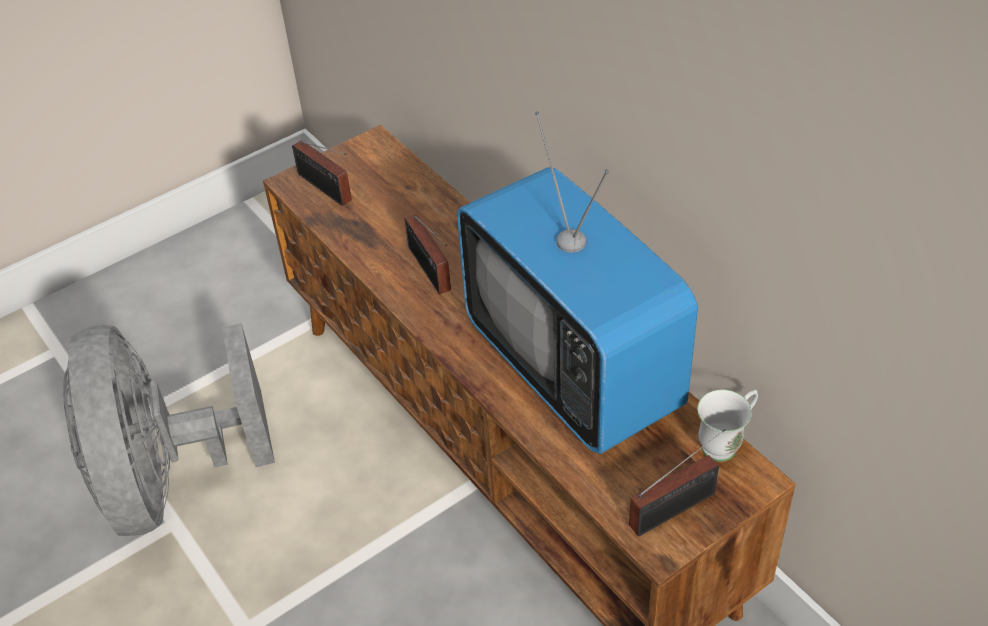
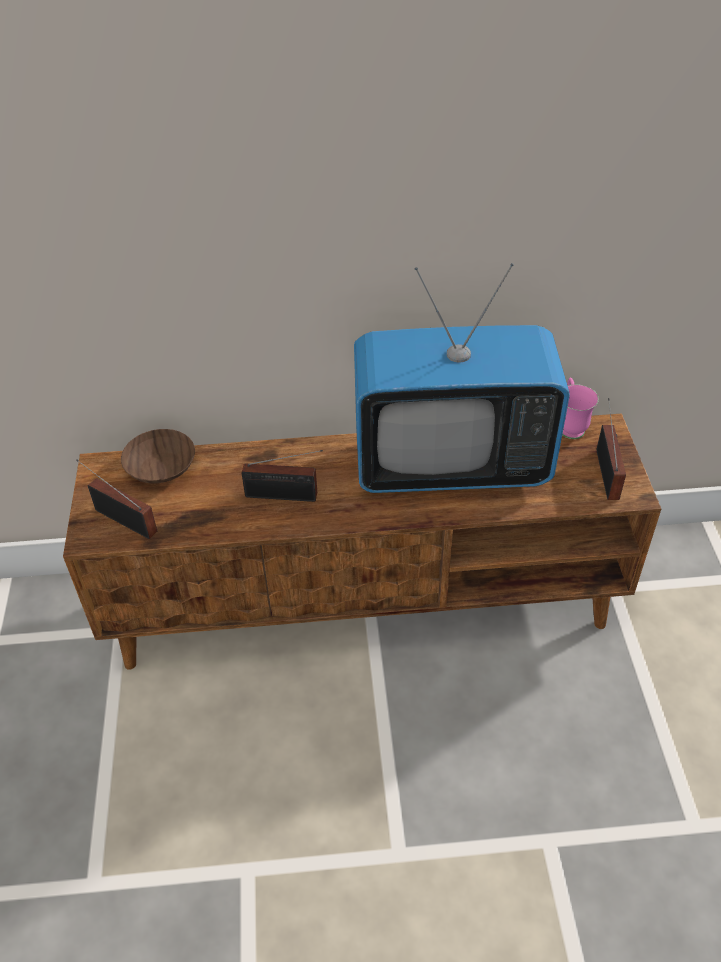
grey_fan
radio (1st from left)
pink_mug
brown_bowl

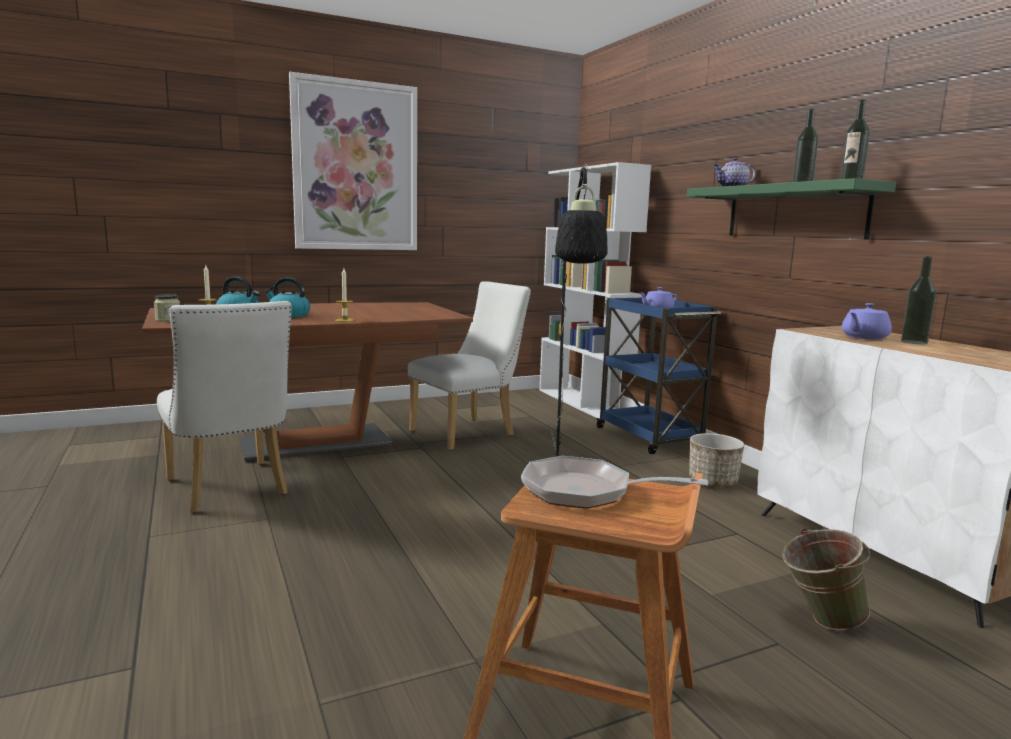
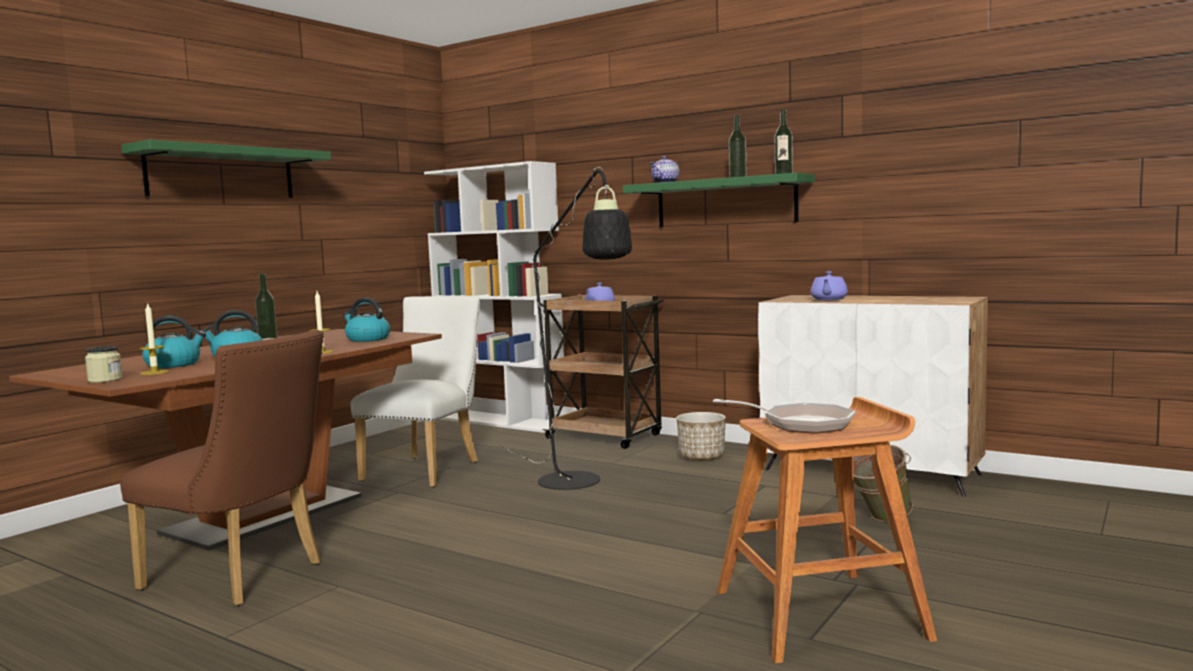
brown_chair
green_shelf (1st from left)
frying_pan
brown_cart
bottle (1st from left)
kettle (3rd from left)

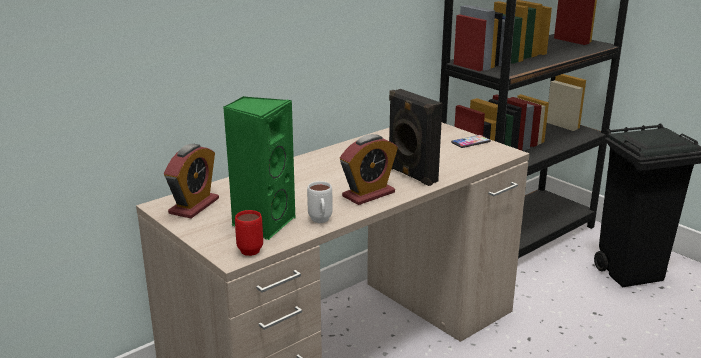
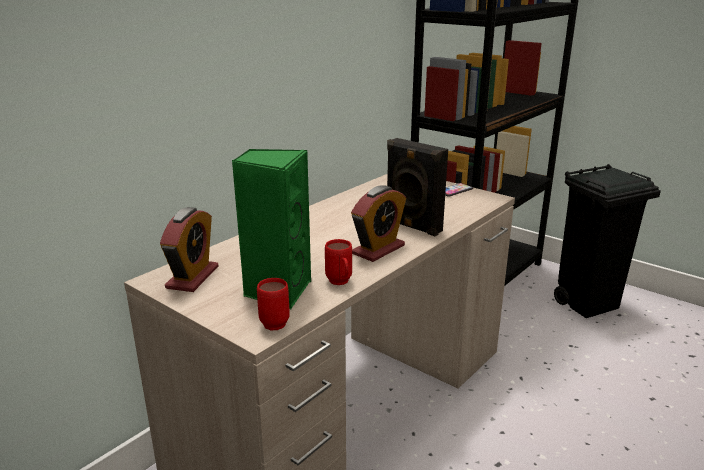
red_mug (2nd from left)

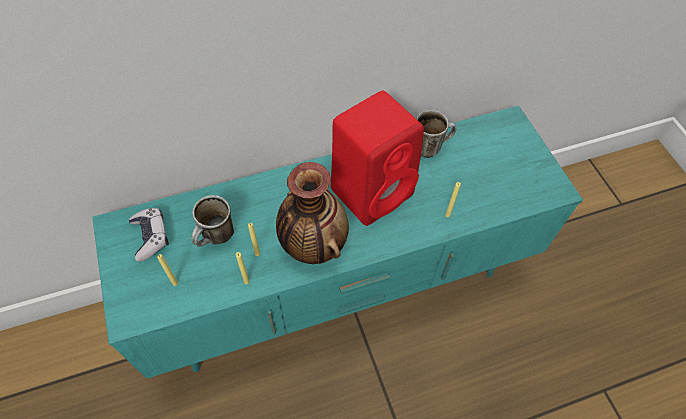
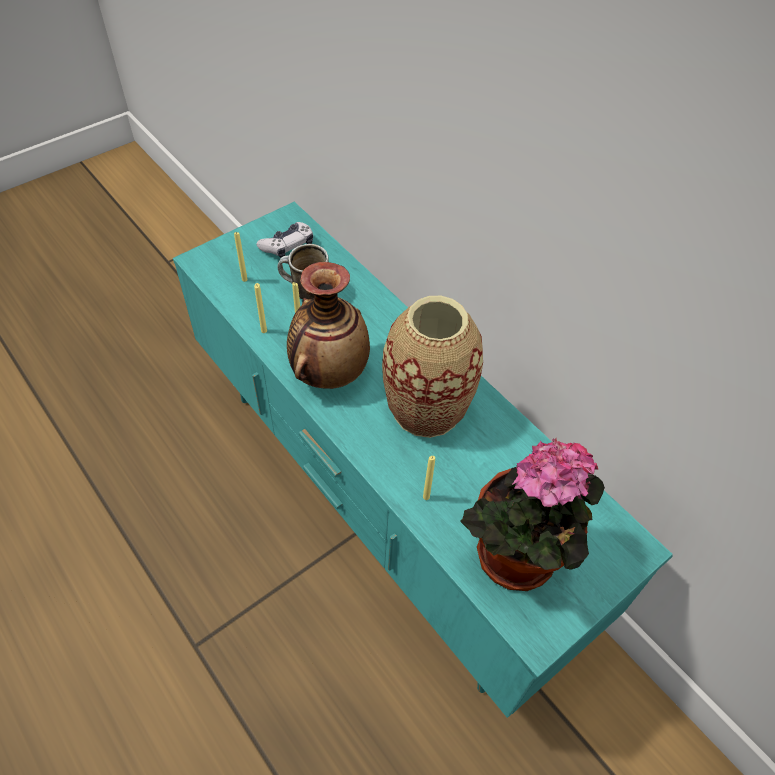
vase (2nd from left)
mug (2nd from left in the first image)
potted_plant

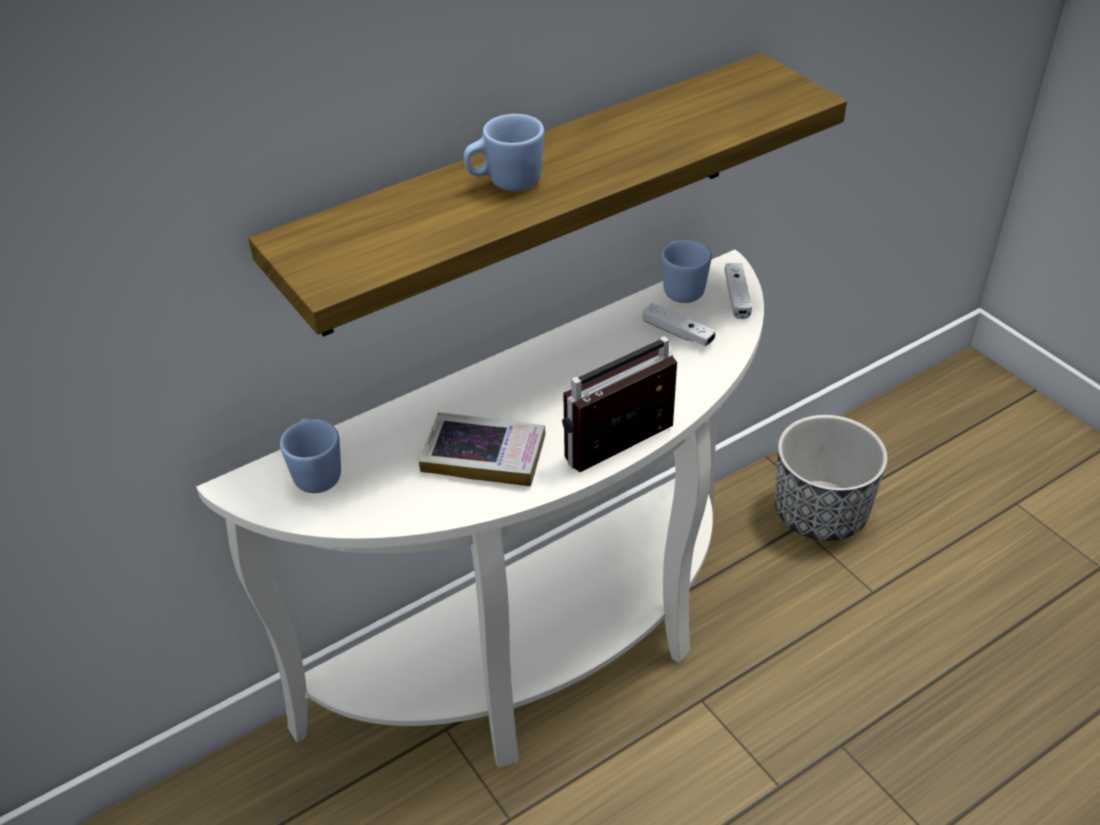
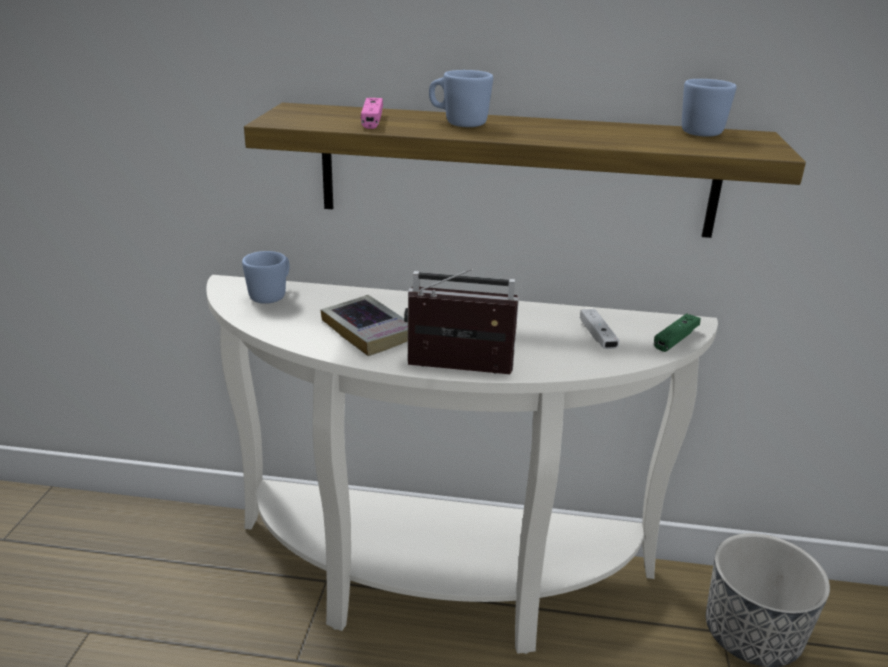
blue_mug (3rd from left)
green_game_controller
pink_game_controller

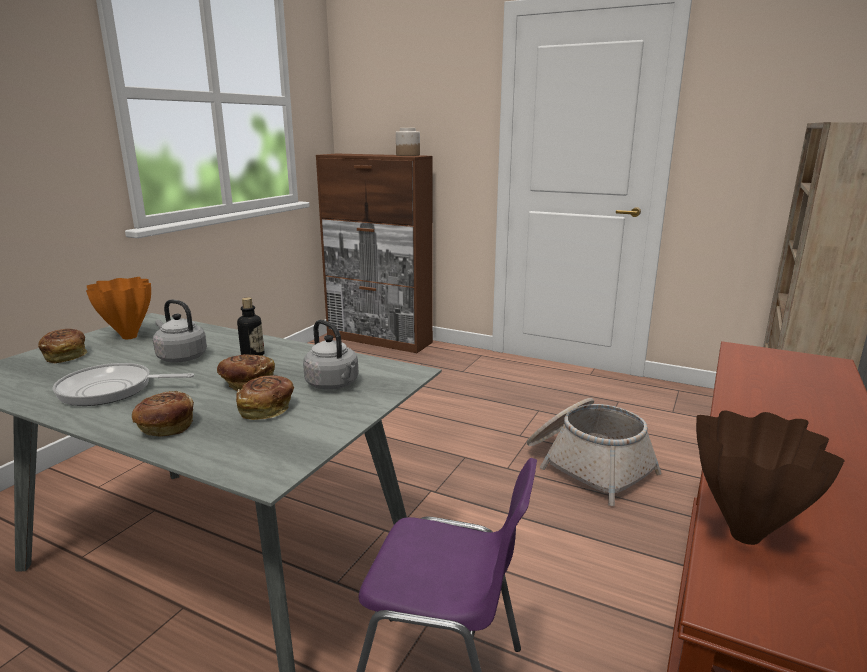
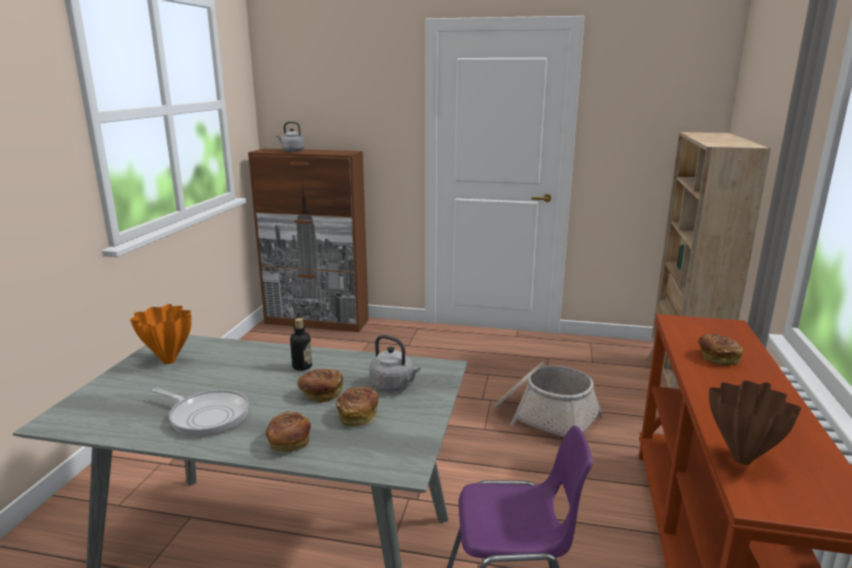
bread (4th from left)
frying_pan
grey_kettle (1st from left)
jar

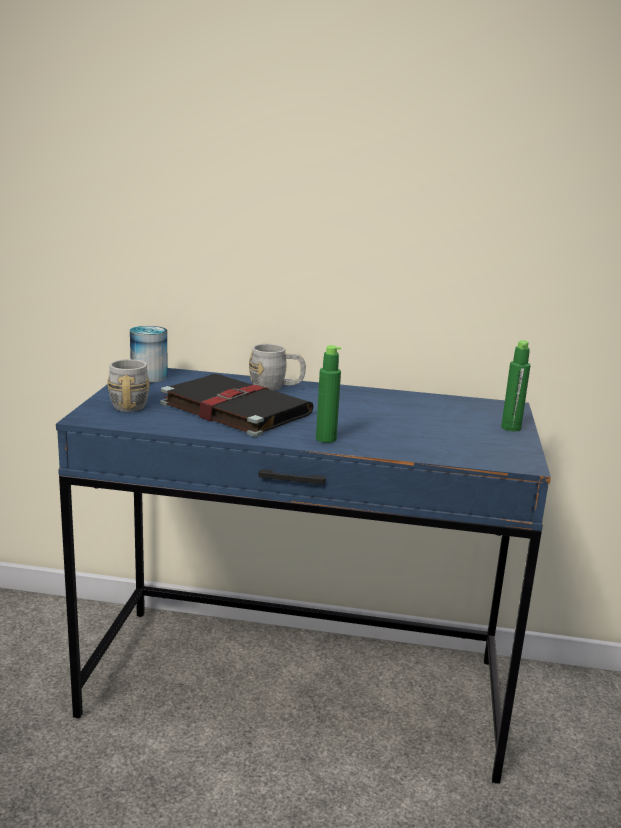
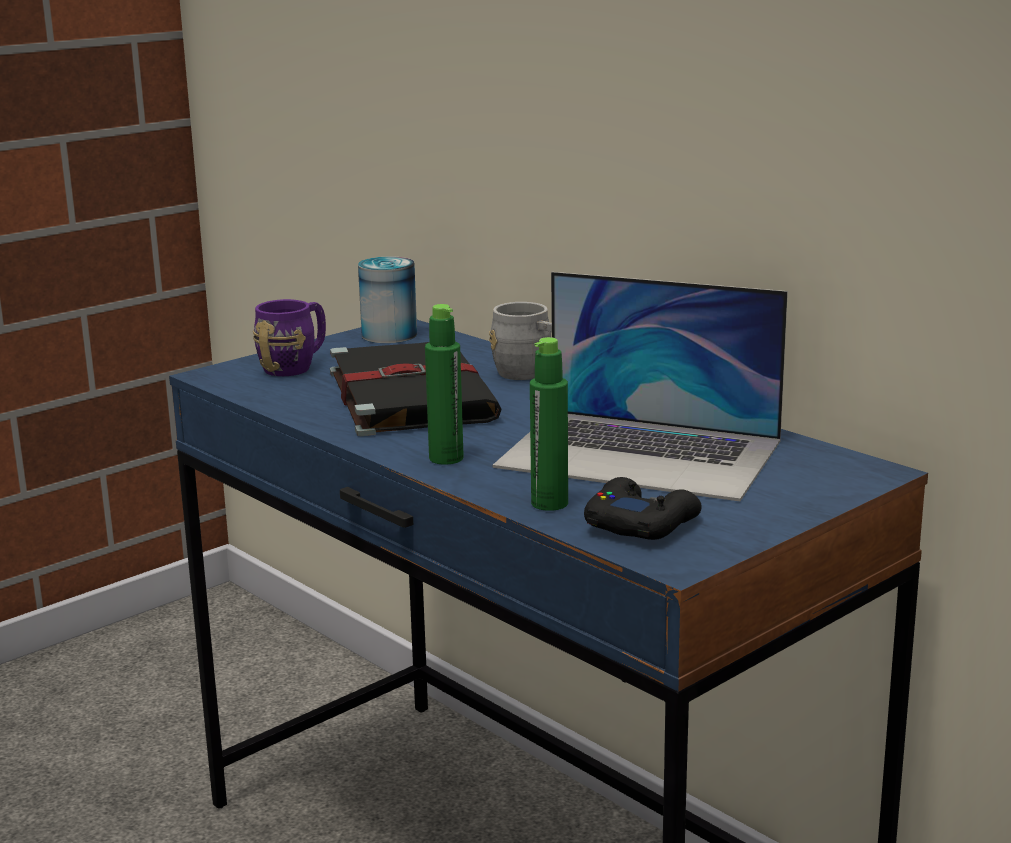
purple_mug
green_bottle (2nd from left)
laptop
black_game_controller

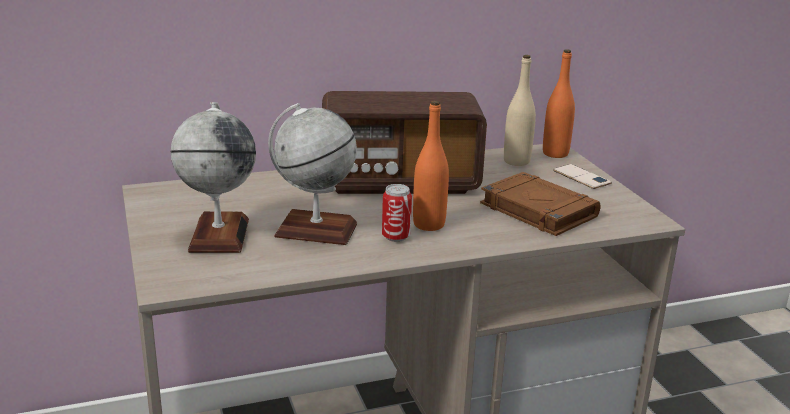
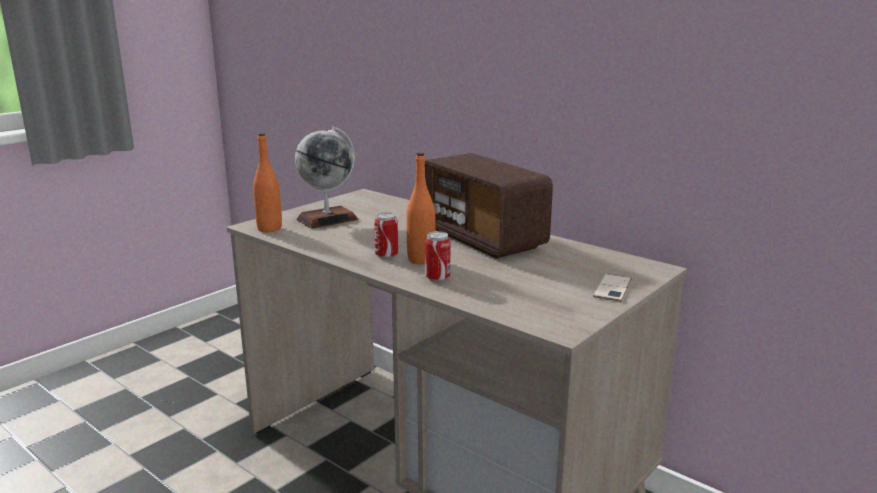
globe (2nd from left in the first image)
brown_book
beige_bottle
orange_bottle (1st from left)
can (2nd from left)

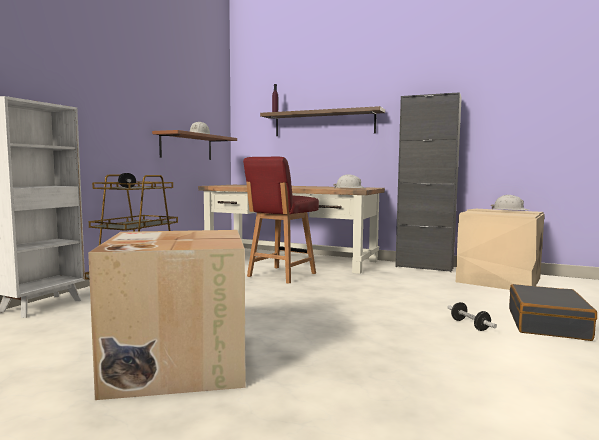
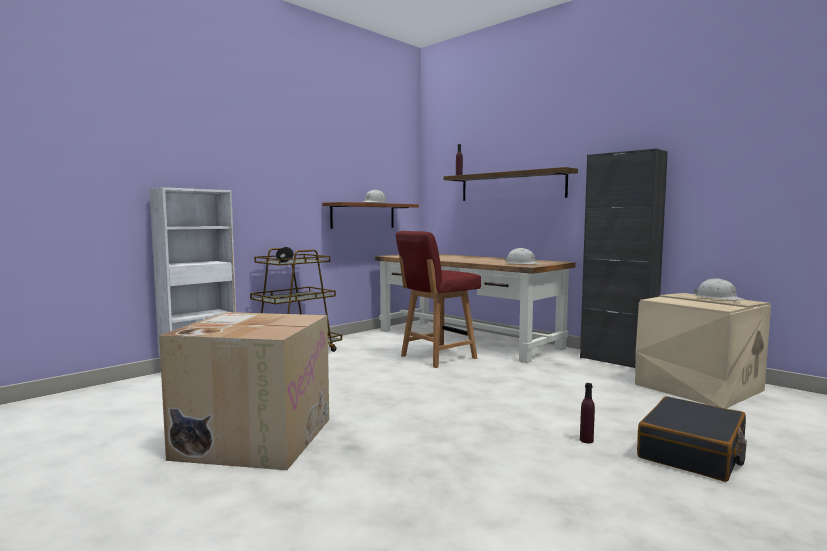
purple_bottle (2nd from left)

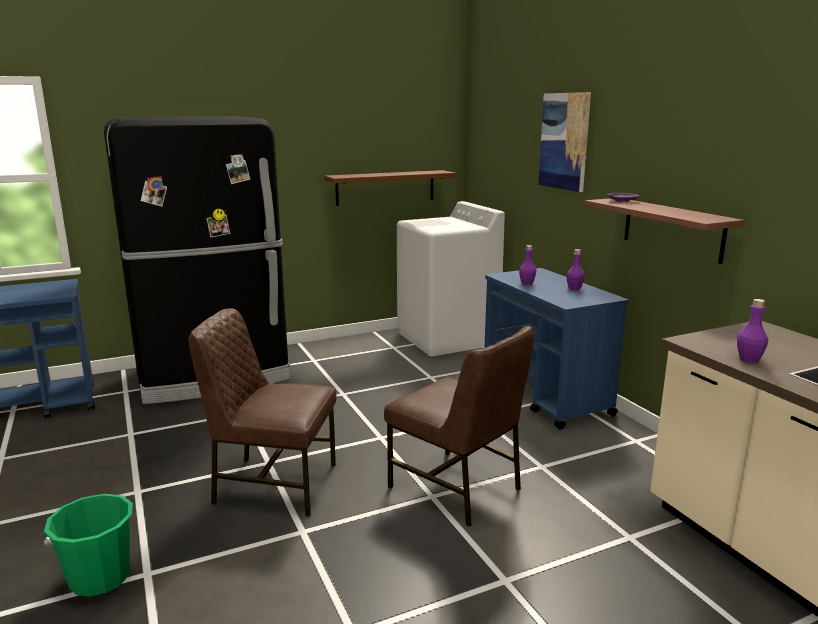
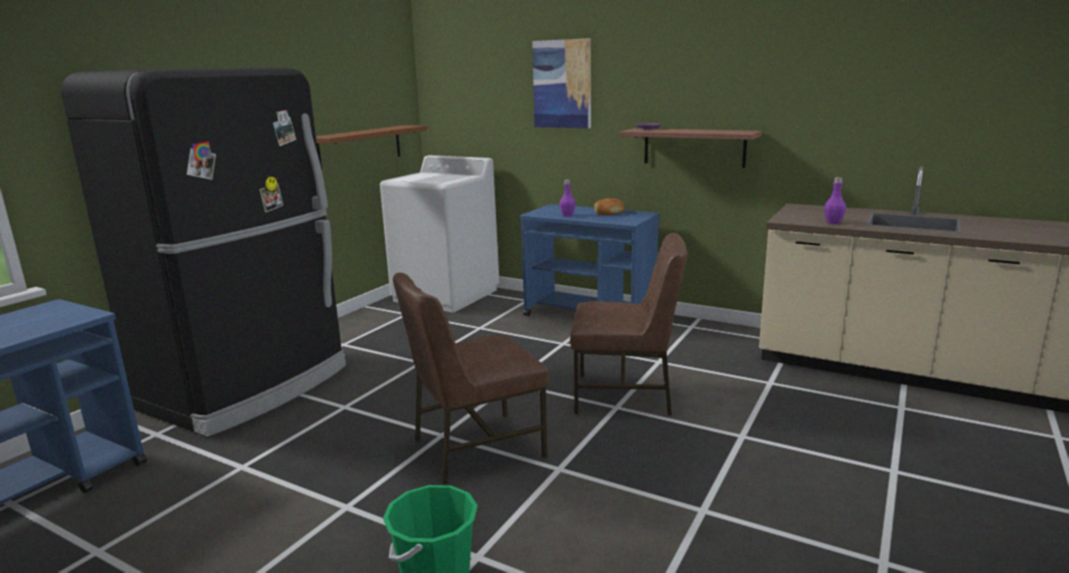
bread

